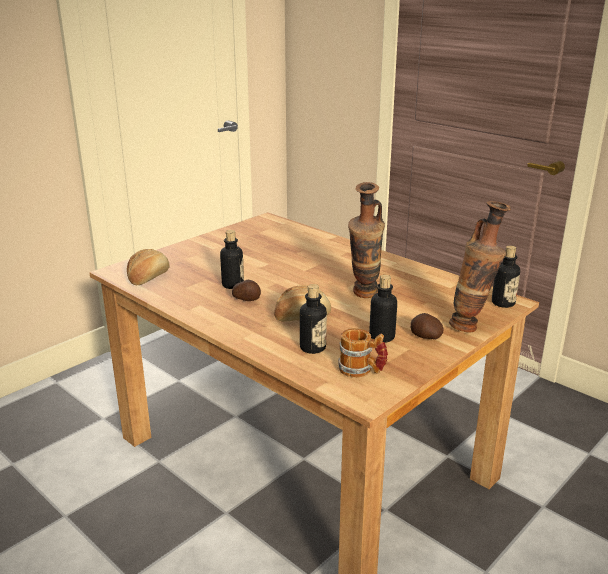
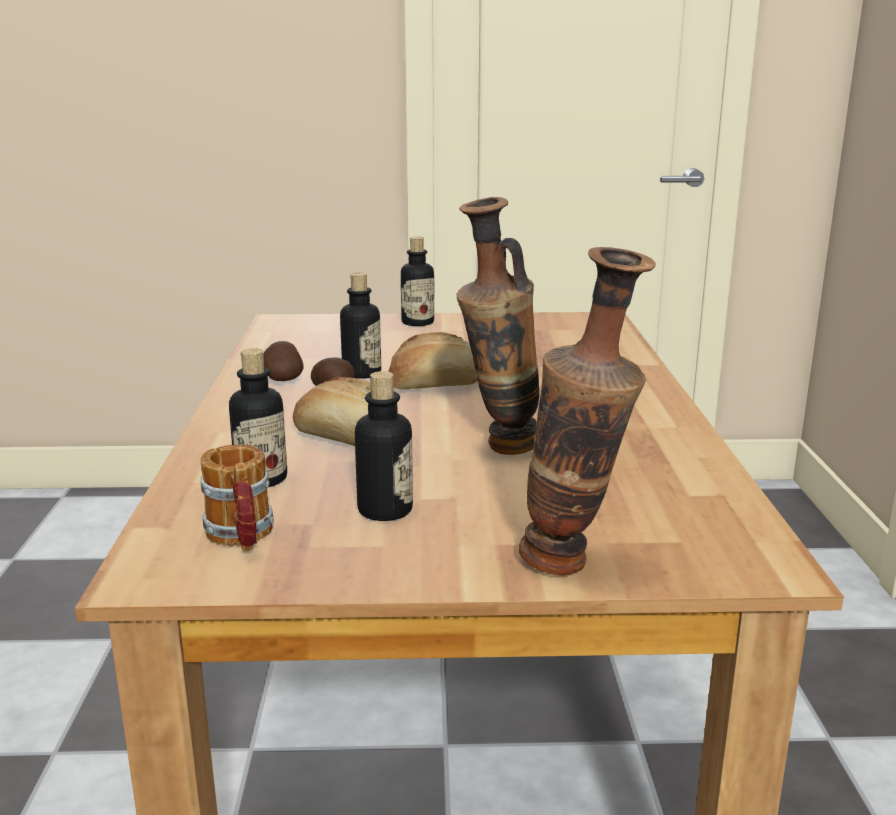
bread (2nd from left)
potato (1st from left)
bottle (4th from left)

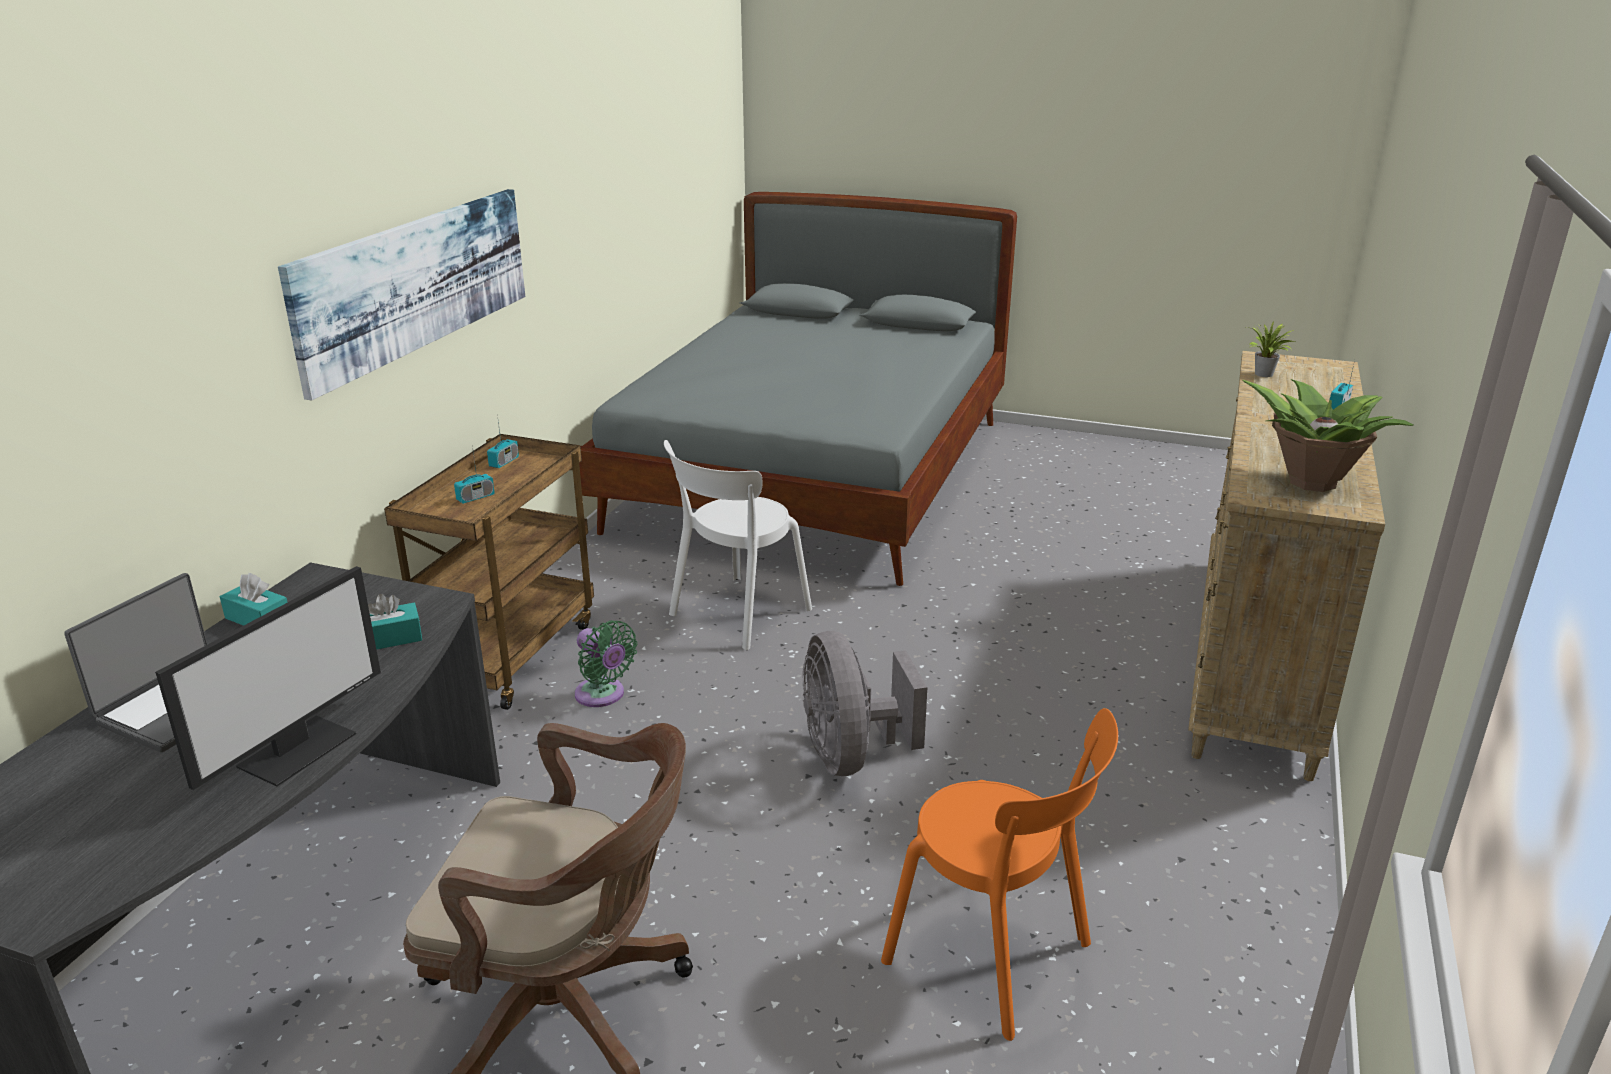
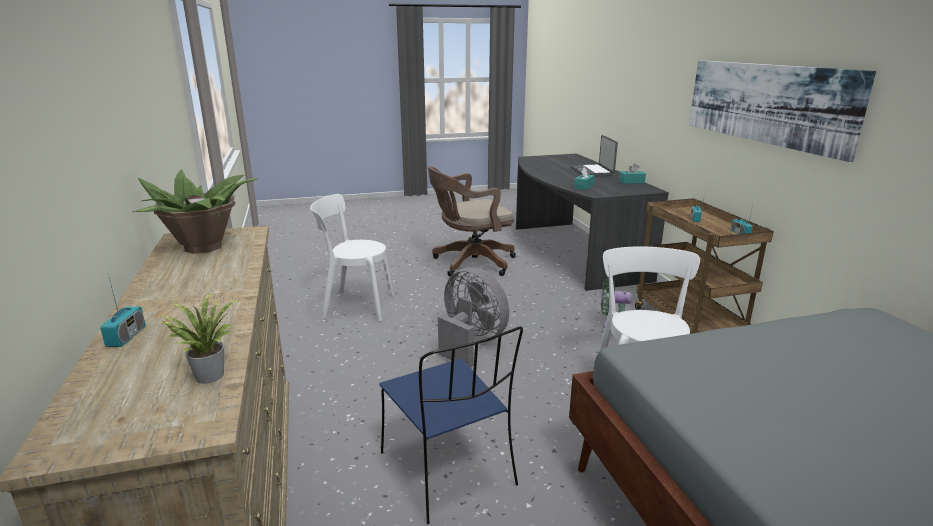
monitor
white_chair (1st from left)
blue_chair

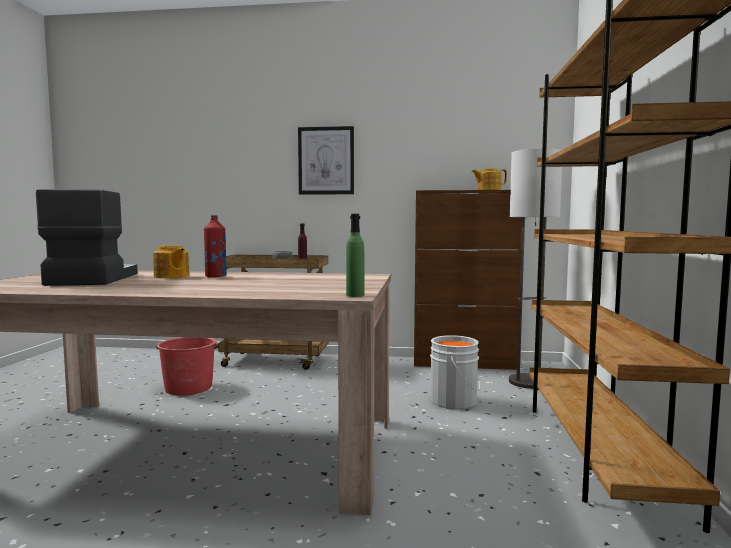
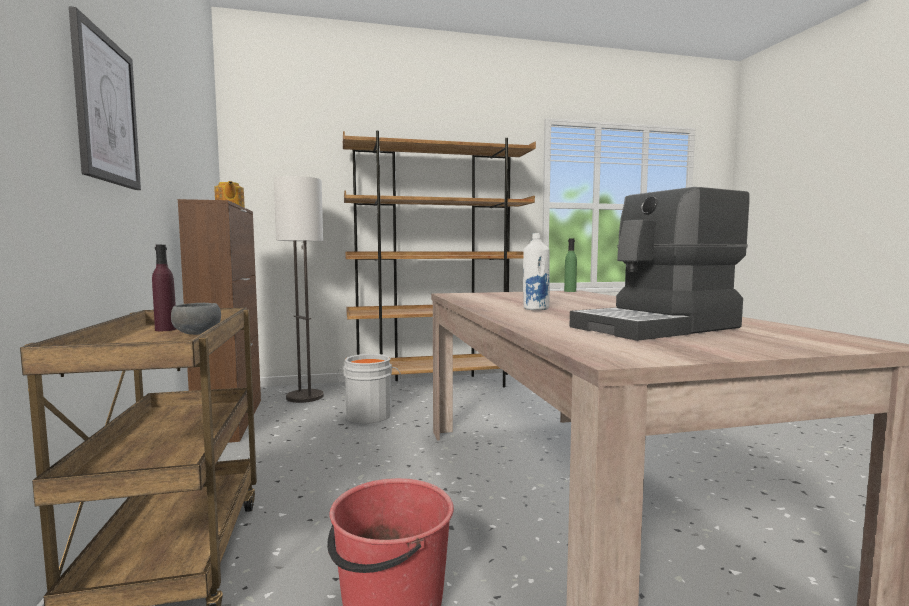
teapot (1st from left in the first image)
white_bottle

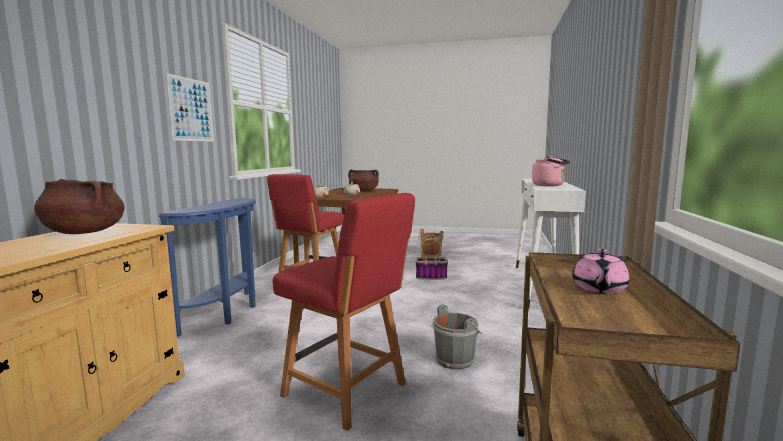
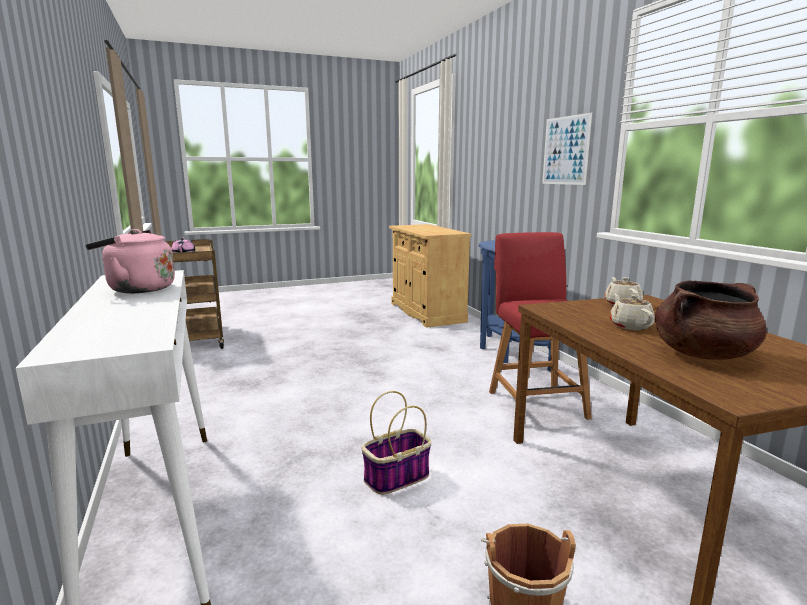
brown_cooking_pot (1st from left in the first image)
red_chair (2nd from left in the first image)
grey_bucket

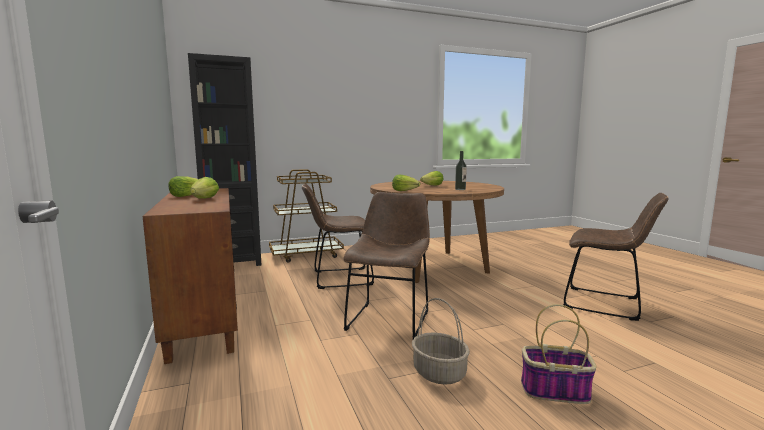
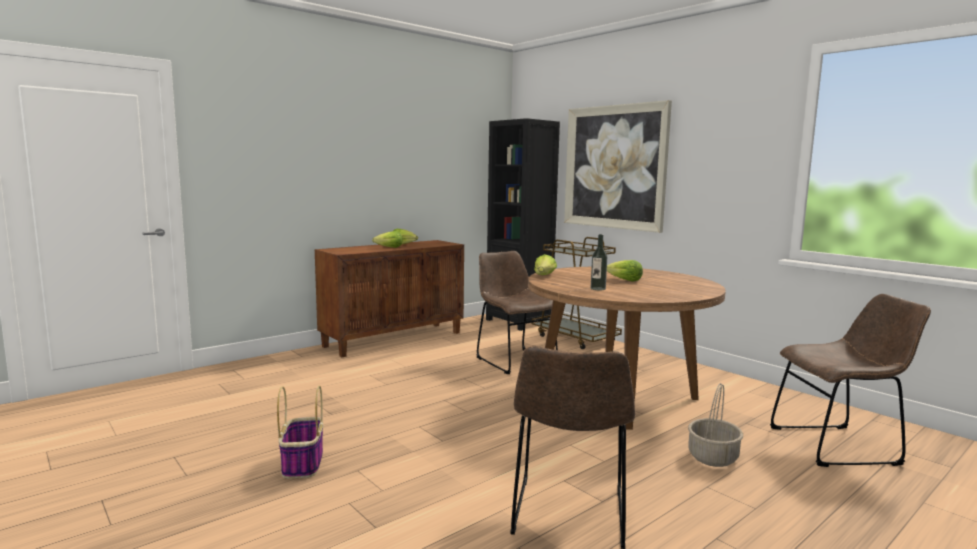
brown_chair (3rd from left)
basket (2nd from left)
picture

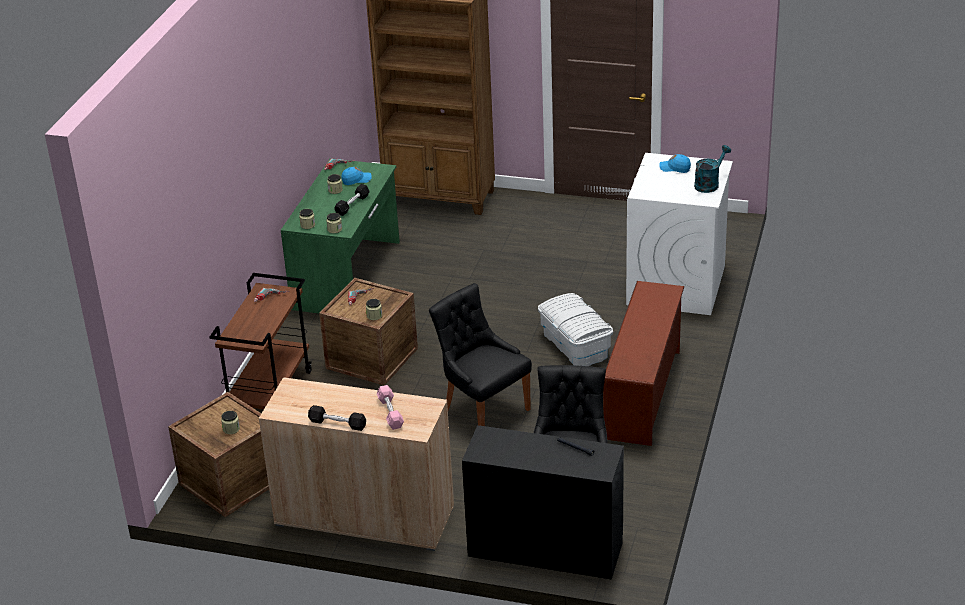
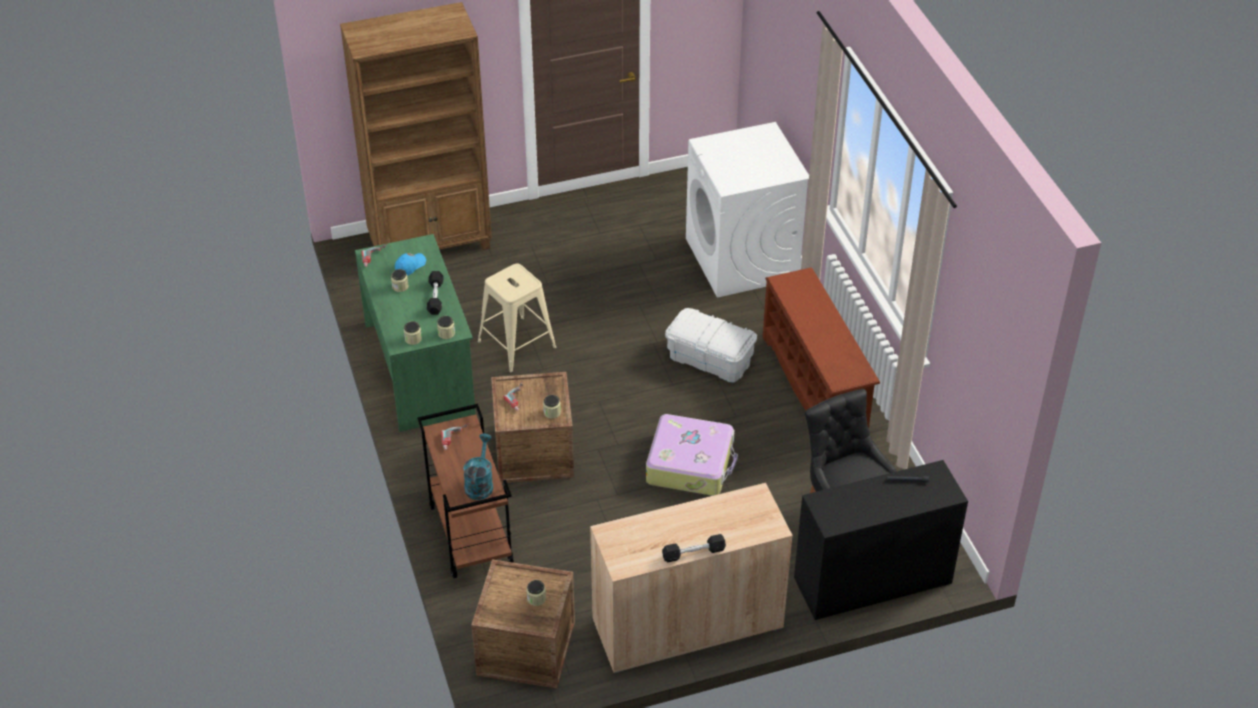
pink_dumbbell
suitcase
blue_cap (2nd from left in the first image)
turquoise_watering_can
beige_stool

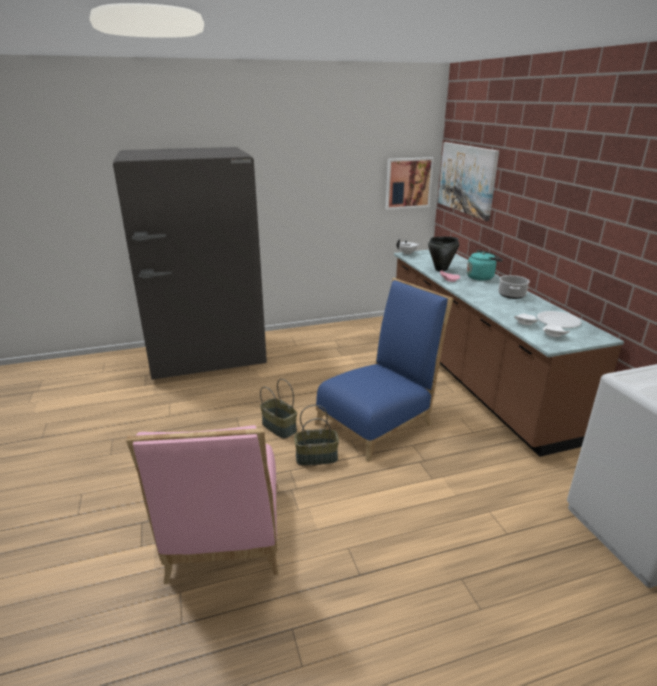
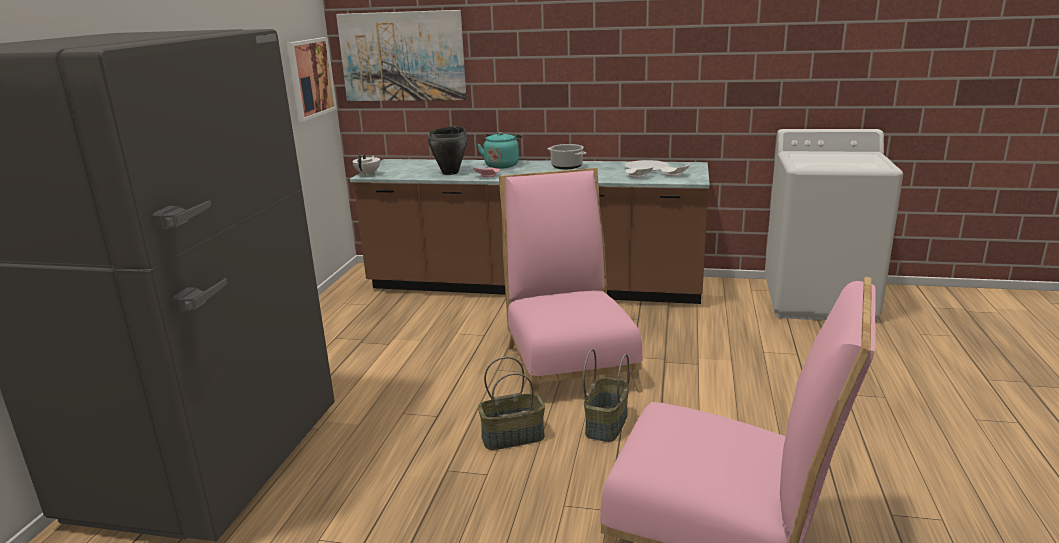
pink_chair (1st from left)

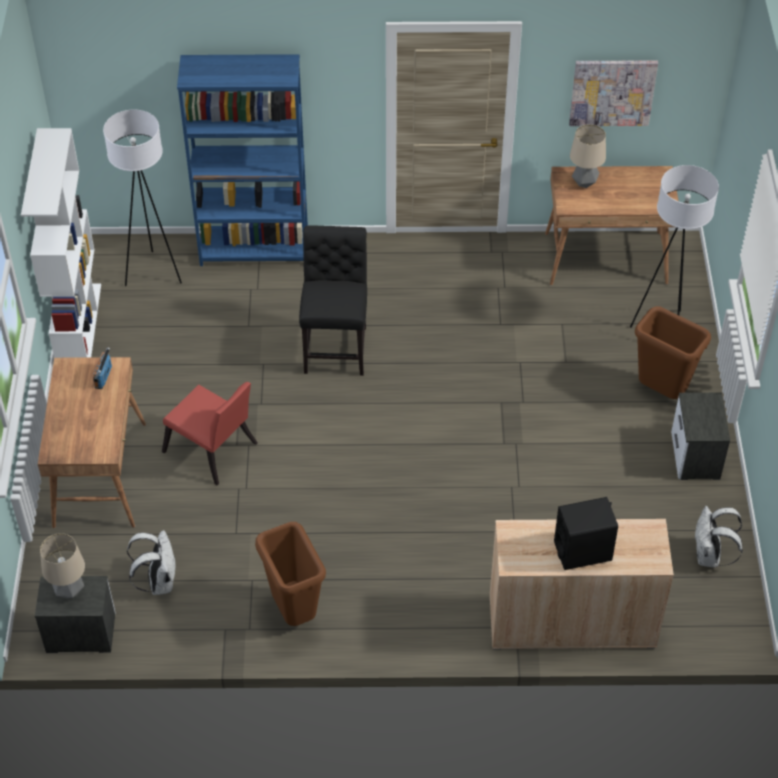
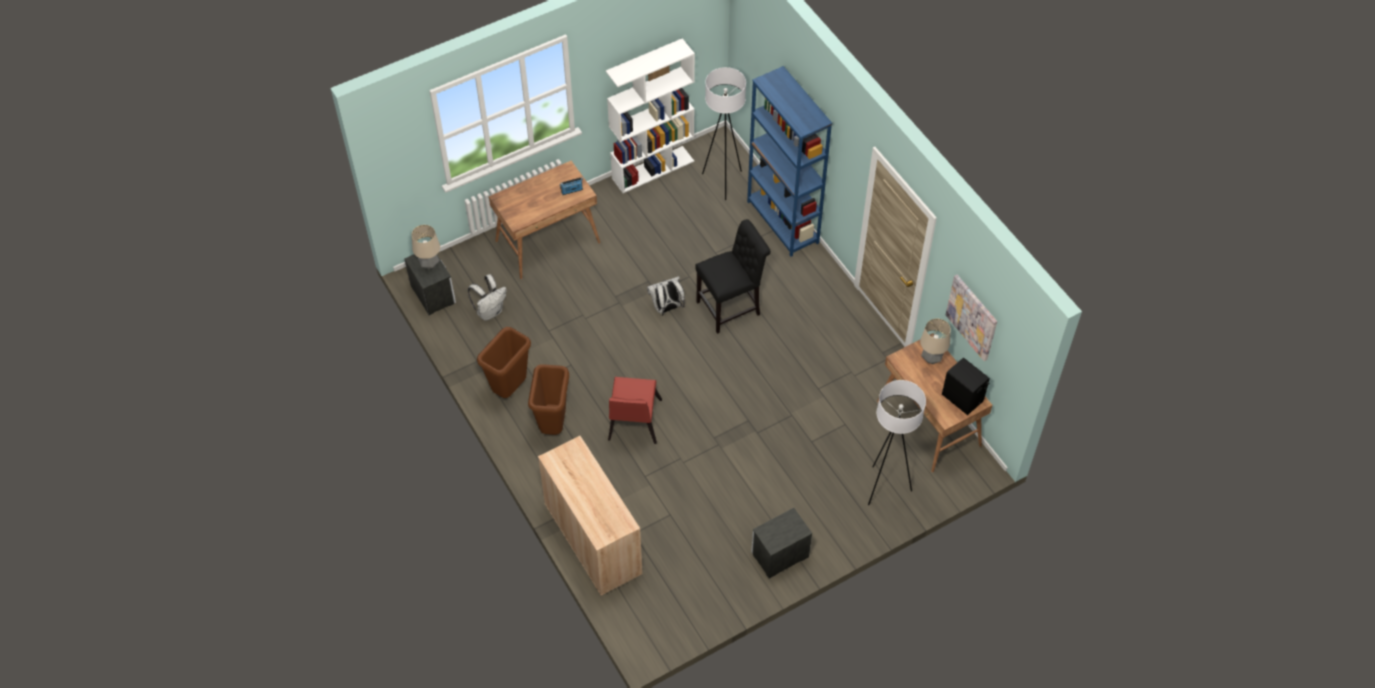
red_chair
black_speaker
brown_trash_can (2nd from left)
white_backpack (2nd from left)

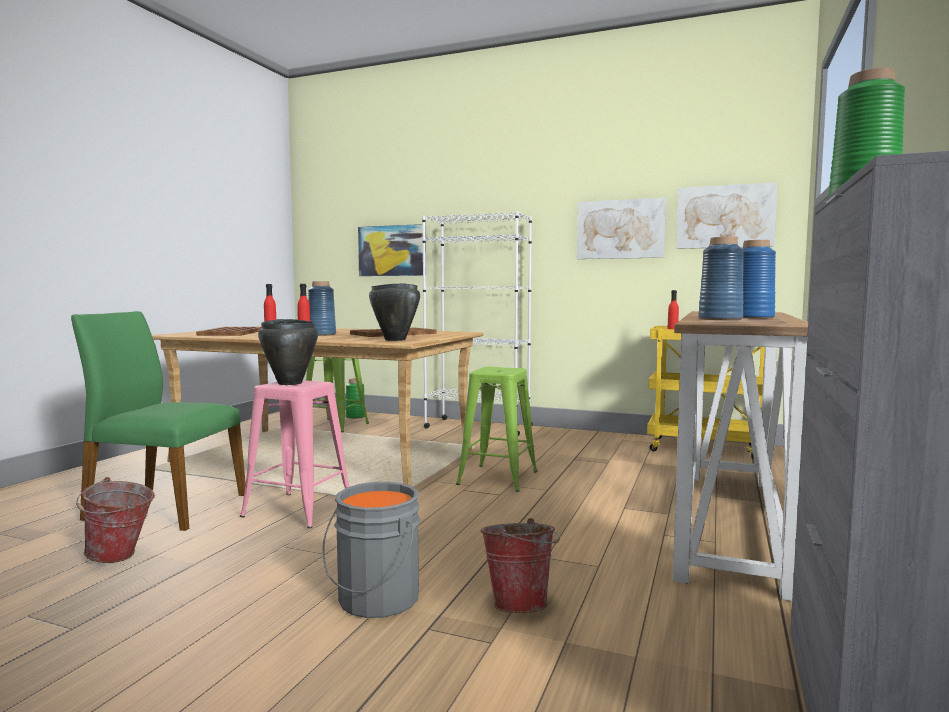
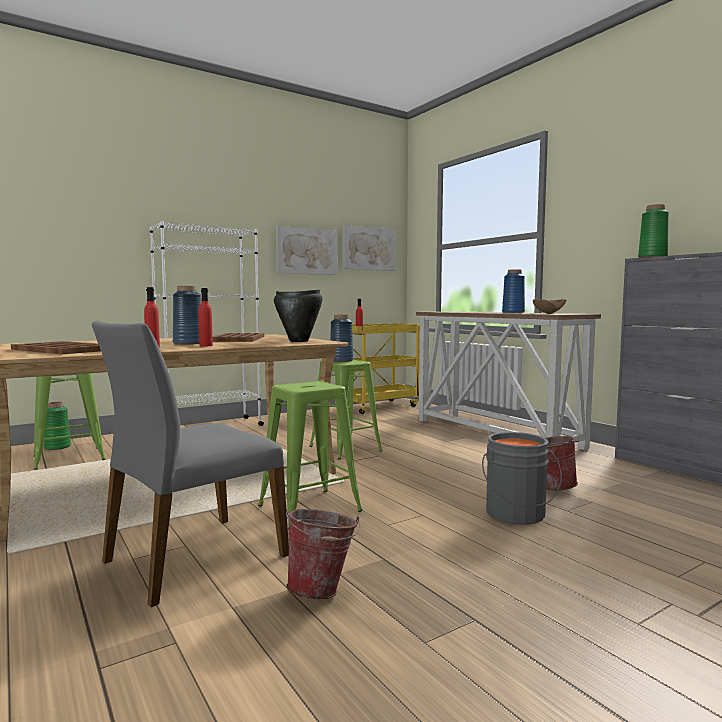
grey_chair
green_stool (2nd from left)
black_cooking_pot (1st from left in the first image)
picture (1st from left in the first image)
blue_vase (2nd from left)
brown_bowl

